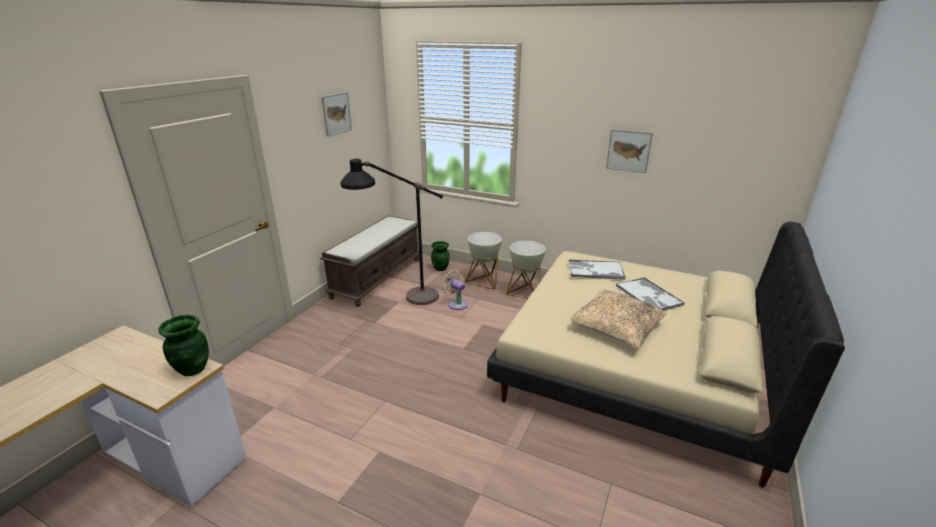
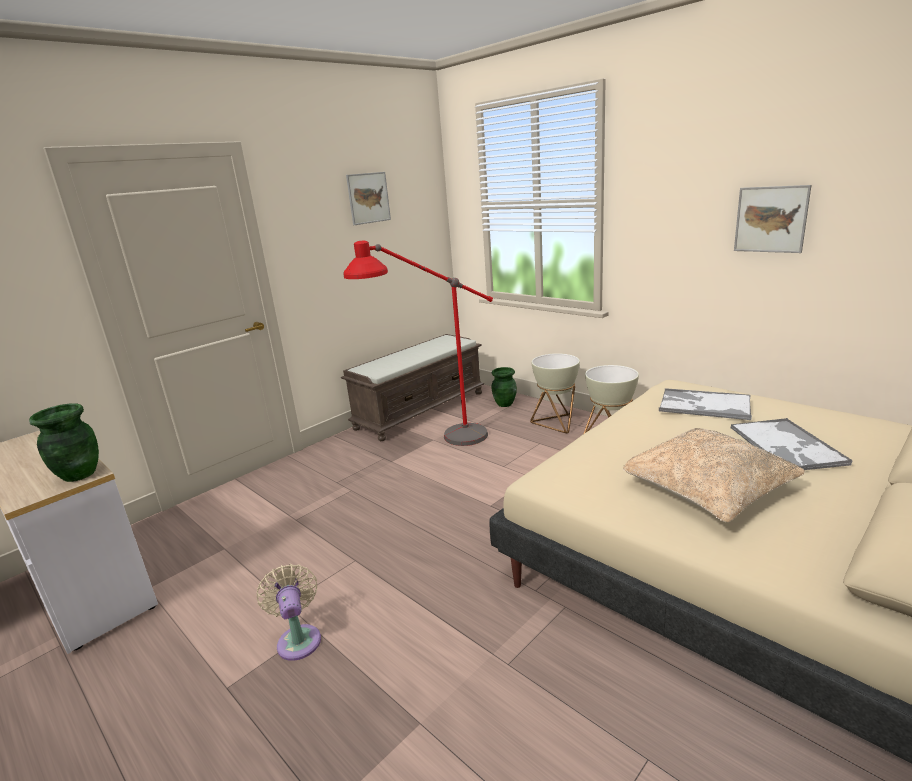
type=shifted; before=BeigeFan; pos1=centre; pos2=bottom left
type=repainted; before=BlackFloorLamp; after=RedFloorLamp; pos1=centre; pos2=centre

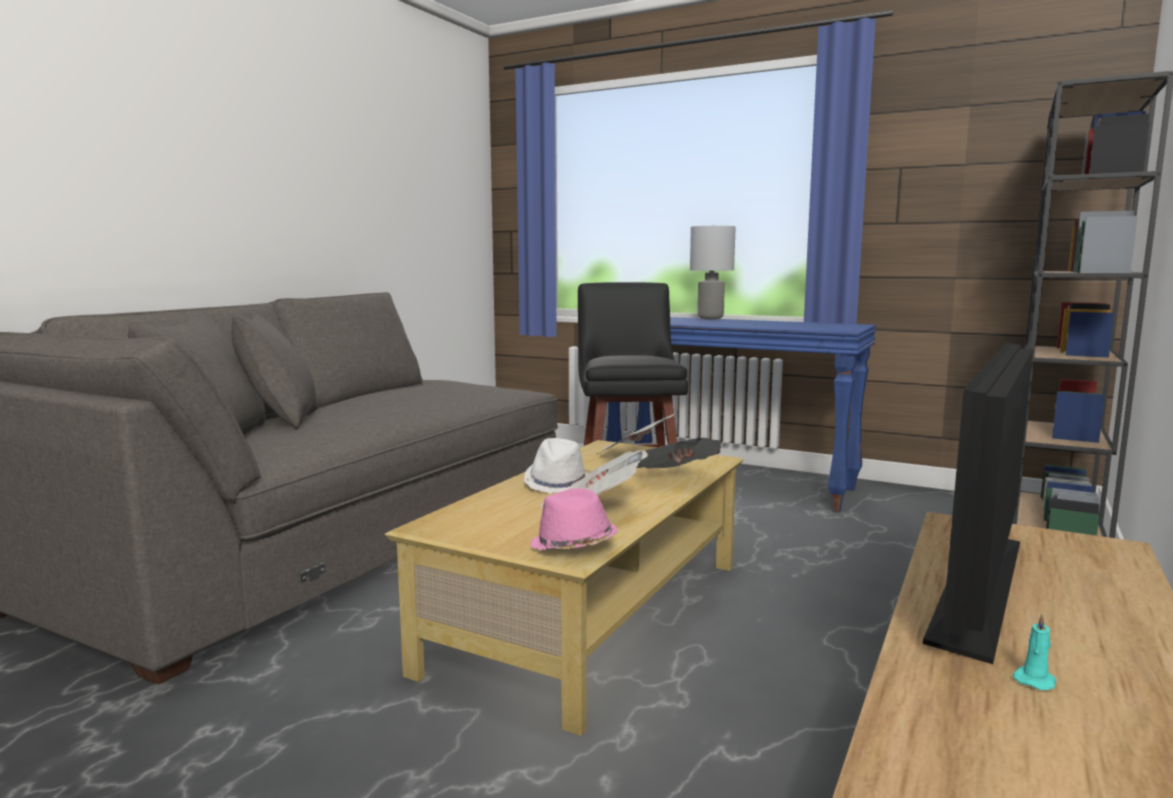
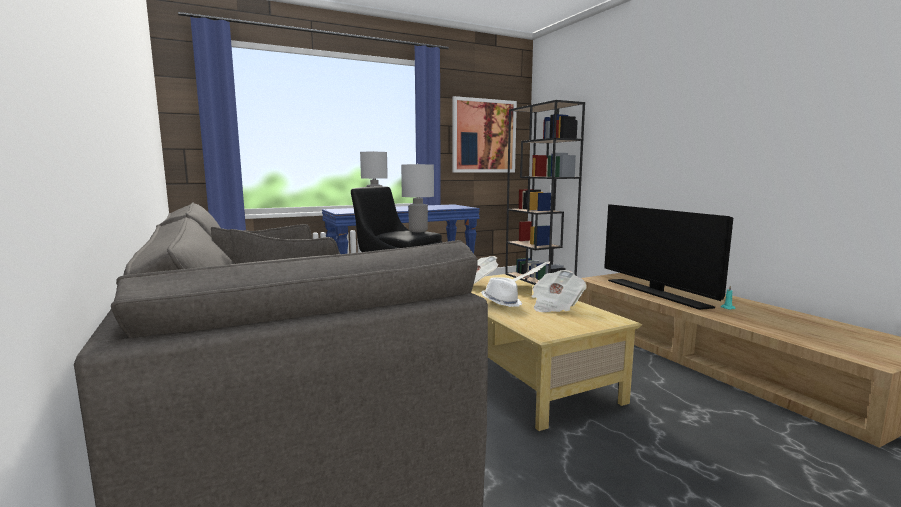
type=new; after=GreyTableLamp (no. 2 from left); pos2=centre
type=new; after=Picture; pos2=top centre
type=gone; before=PinkHat; pos1=centre

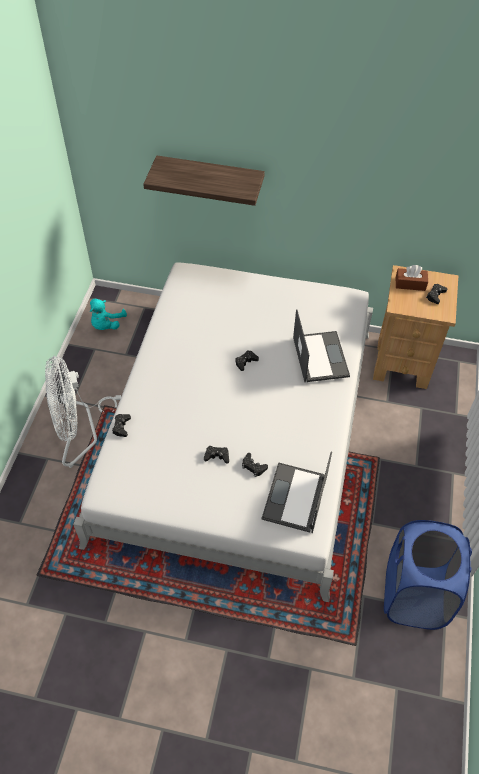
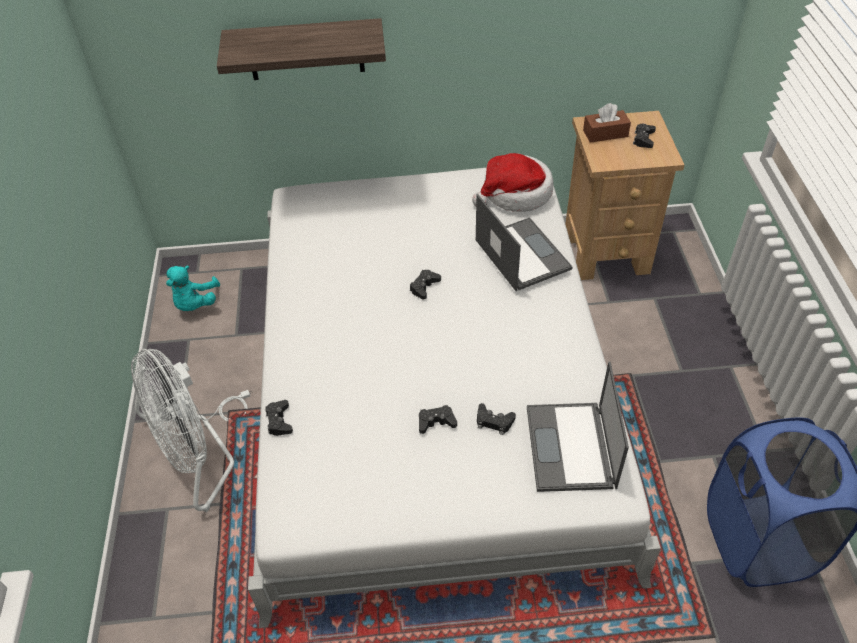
type=new; after=Hat; pos2=top centre

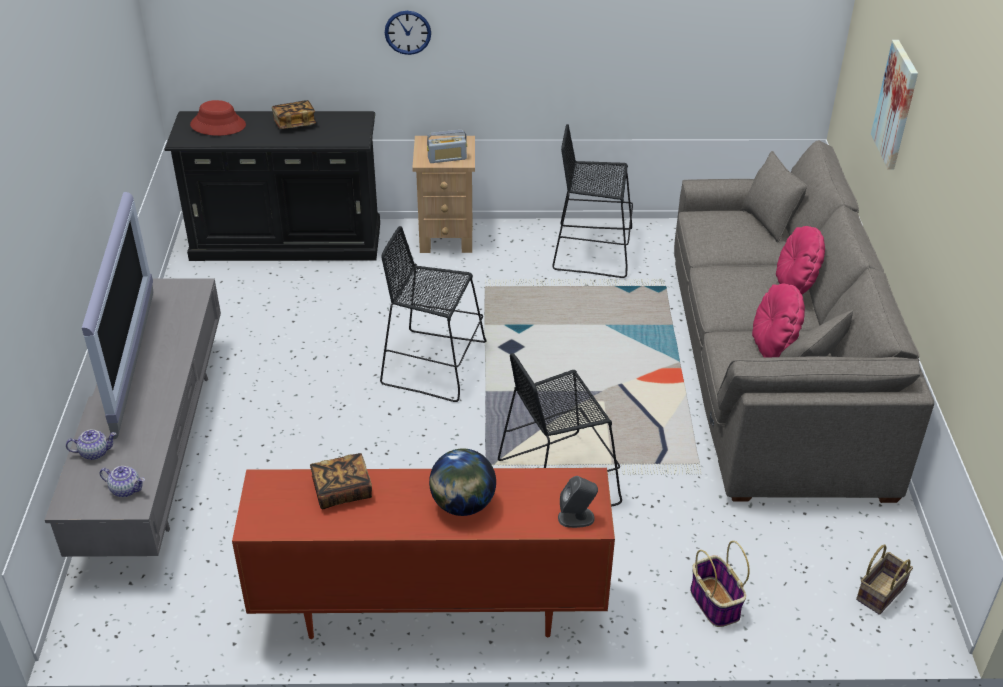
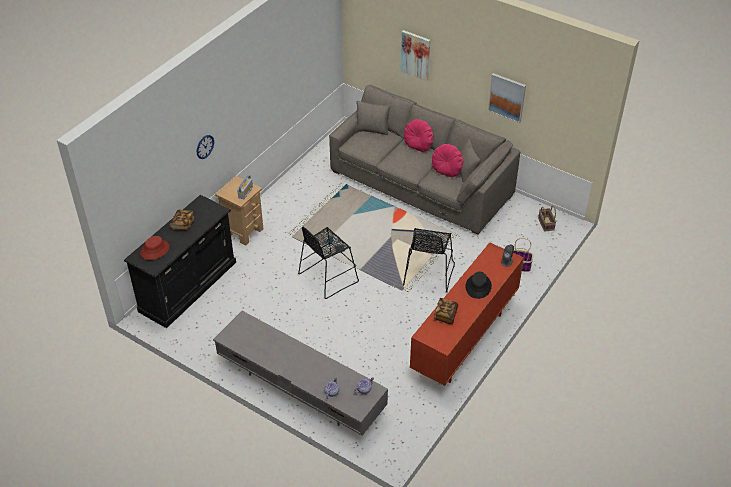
type=swapped; before=Globe; after=BlackHat; pos1=bottom centre; pos2=centre
type=new; after=Picture (no. 2 from left); pos2=top right
type=gone; before=Television; pos1=middle left
type=gone; before=BlackStool (no. 3 from left); pos1=top centre

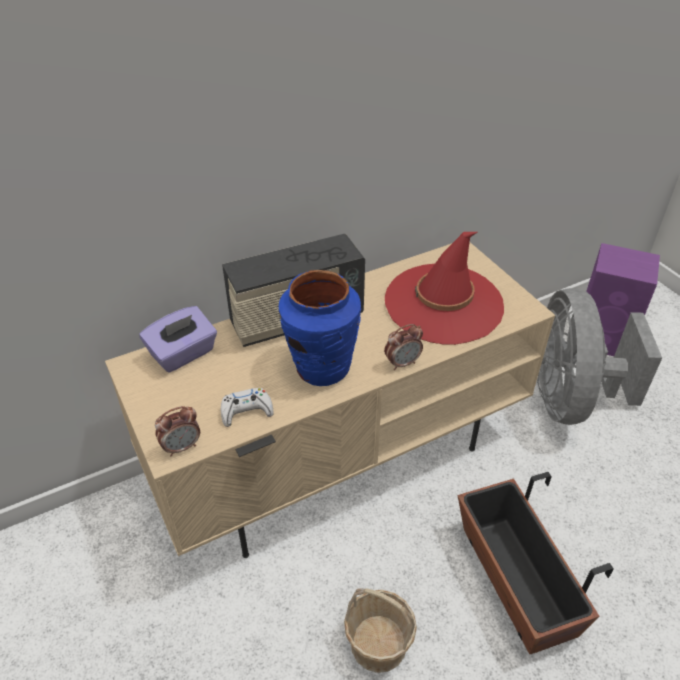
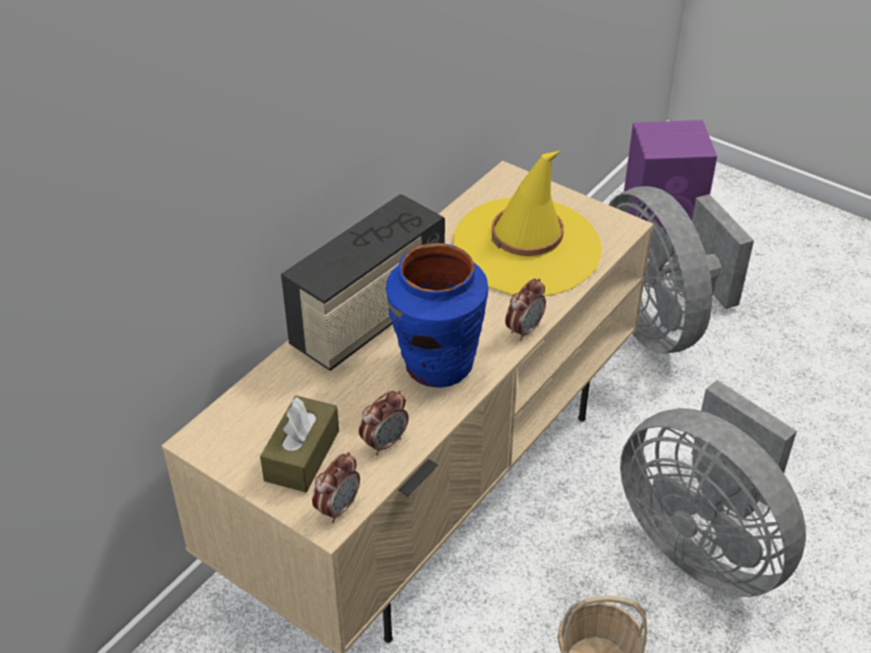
type=new; after=BrownTissueBox; pos2=bottom centre
type=swapped; before=WhiteGameController; after=AlarmClock (no. 2 from left); pos1=centre; pos2=centre
type=repainted; before=RedHat; after=YellowHat; pos1=centre; pos2=centre
type=swapped; before=Planter; after=GreyFan (no. 2 from left); pos1=bottom right; pos2=bottom right
type=gone; before=PurpleTissueBox; pos1=middle left

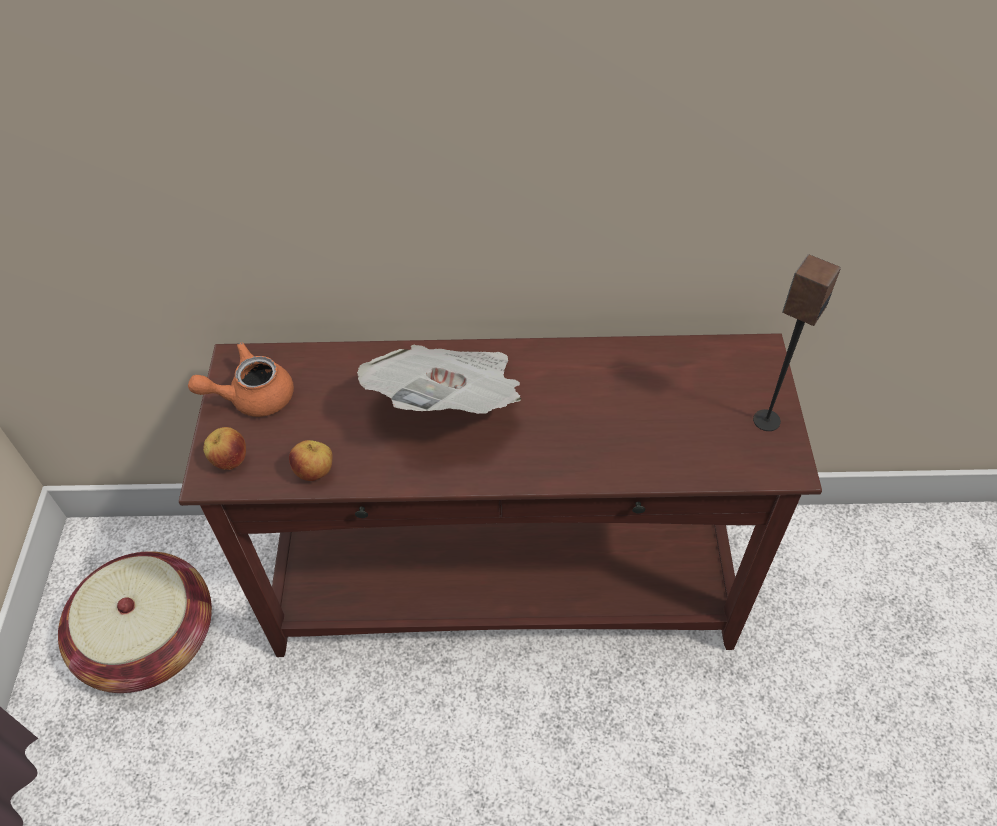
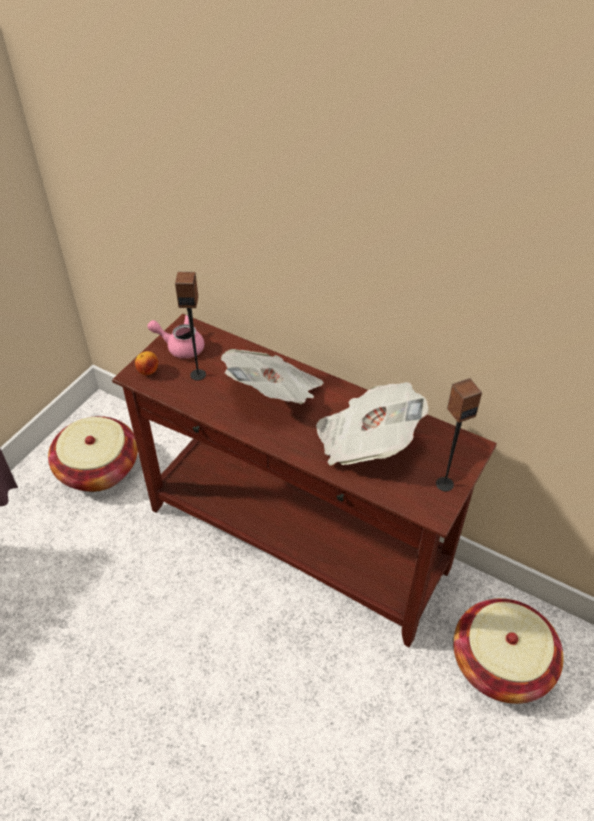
type=repainted; before=OrangeTeapot; after=PinkTeapot; pos1=middle left; pos2=middle left
type=new; after=Speaker (no. 1 from left); pos2=middle left
type=new; after=Newspaper (no. 2 from left); pos2=centre
type=new; after=Basket (no. 2 from left); pos2=bottom right
type=gone; before=Apple (no. 2 from left); pos1=middle left

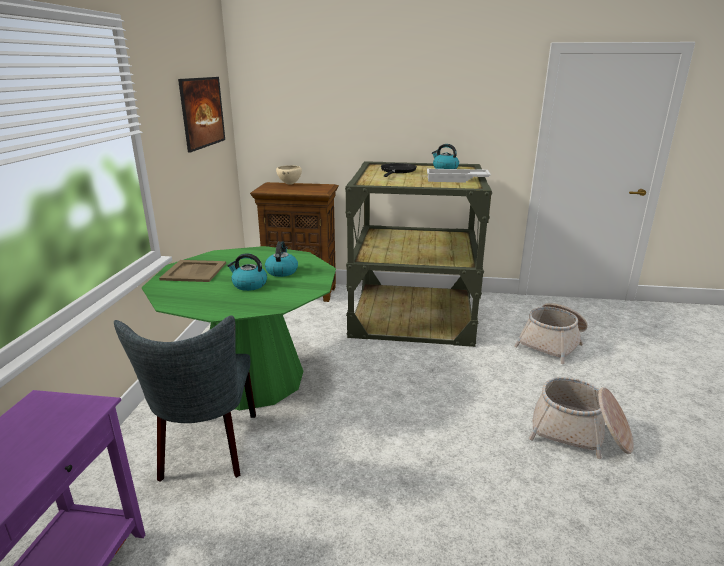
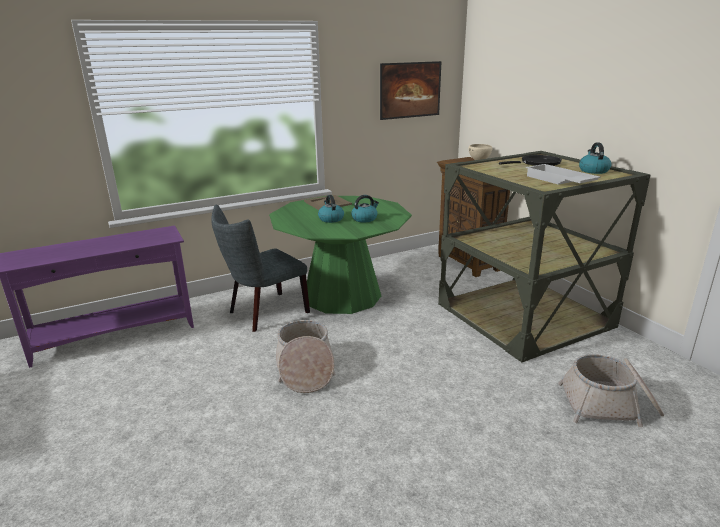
type=shifted; before=Basket (no. 2 from left in the first image); after=Basket (no. 1 from left); pos1=bottom right; pos2=bottom centre

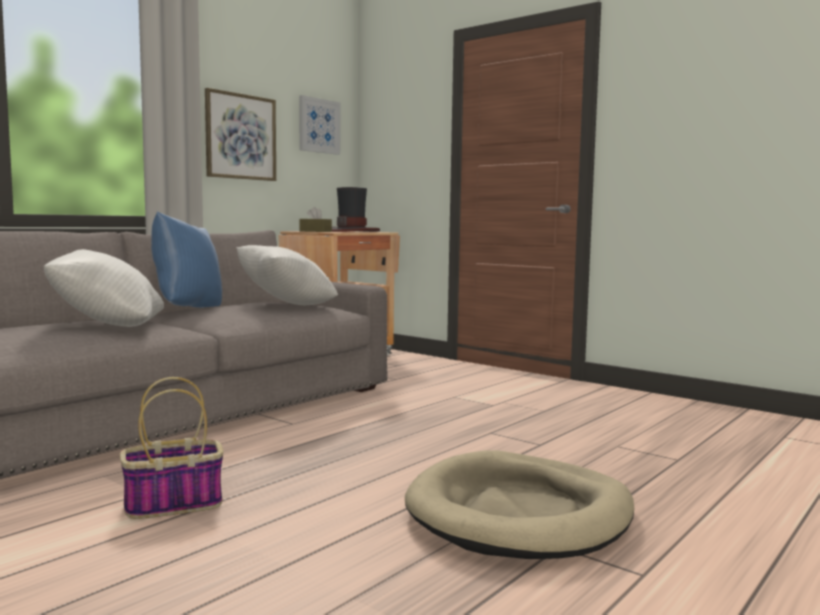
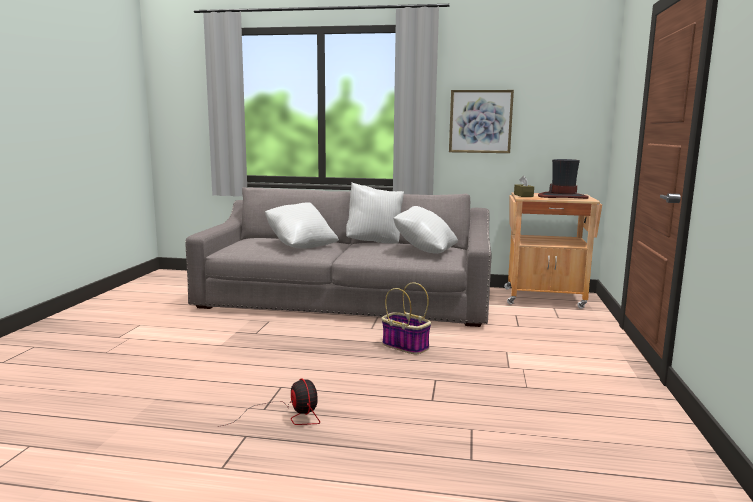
type=swapped; before=BeigeDogBed; after=Fan; pos1=bottom centre; pos2=bottom centre
type=repainted; before=BluePillow; after=WhitePillow (no. 2 from left); pos1=middle left; pos2=centre
type=shifted; before=Basket; pos1=bottom left; pos2=centre
type=gone; before=Picture (no. 2 from left); pos1=top centre

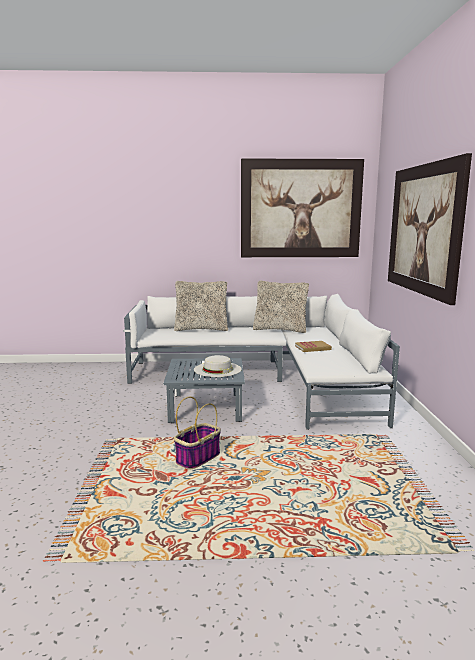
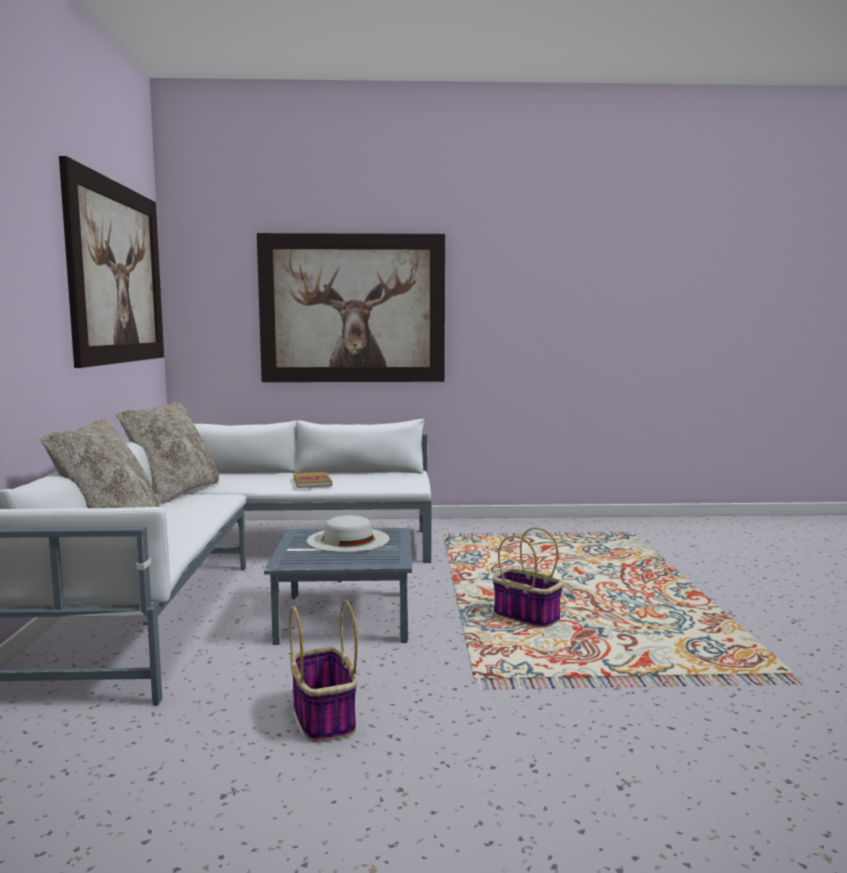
type=new; after=Basket (no. 1 from left); pos2=bottom centre

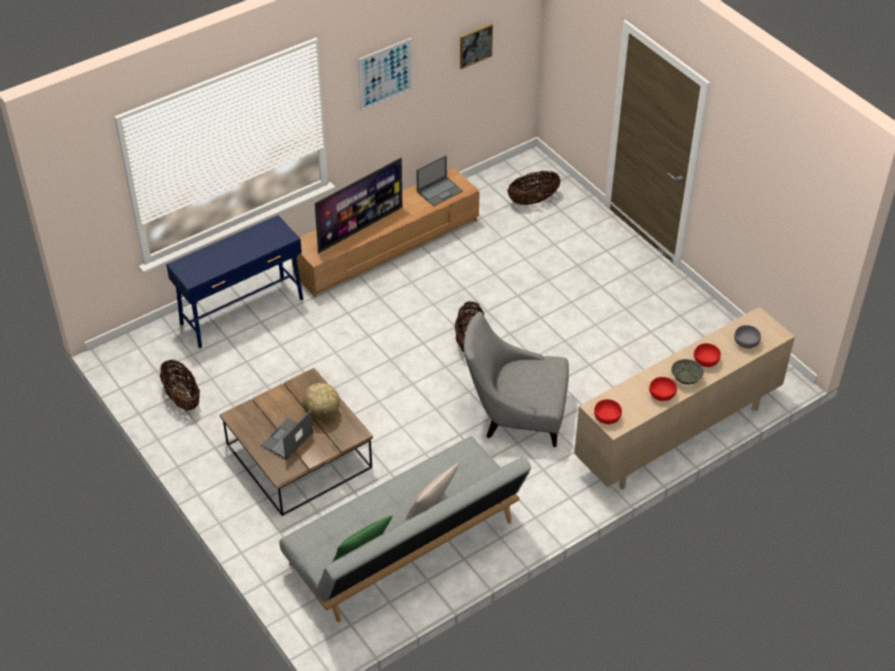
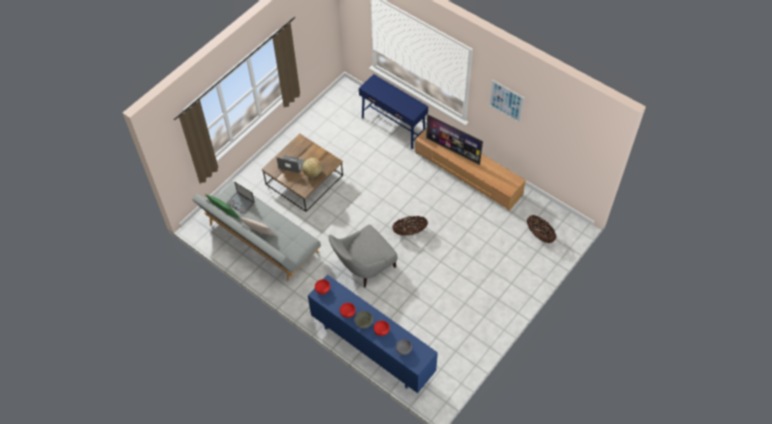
type=shifted; before=Laptop (no. 2 from left in the first image); after=Laptop (no. 1 from left); pos1=top centre; pos2=middle left
type=repainted; before=BeigeCabinet; after=BlueCabinet; pos1=middle right; pos2=bottom centre
type=rotated; before=GreyArmchair; pos1=centre; pos2=centre; turn=-120
type=gone; before=Basket (no. 1 from left); pos1=middle left
type=gone; before=Picture (no. 2 from left); pos1=top centre

